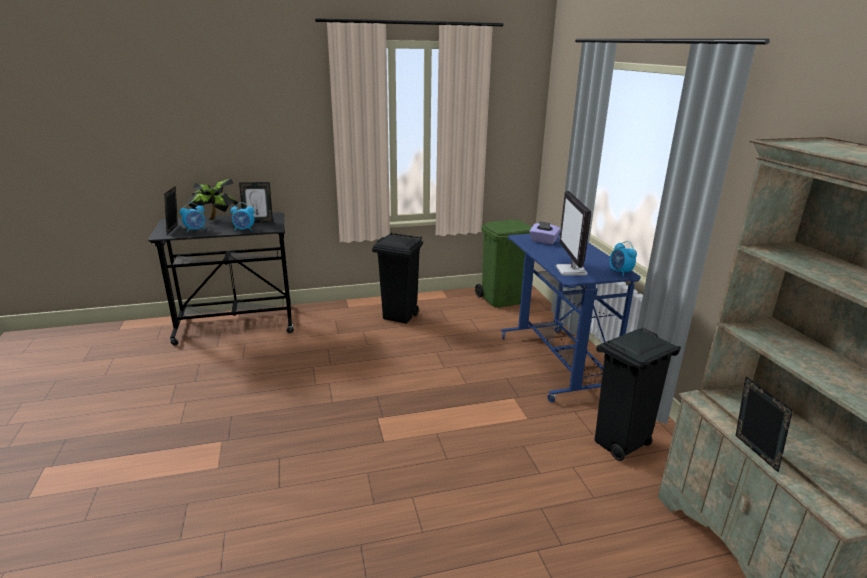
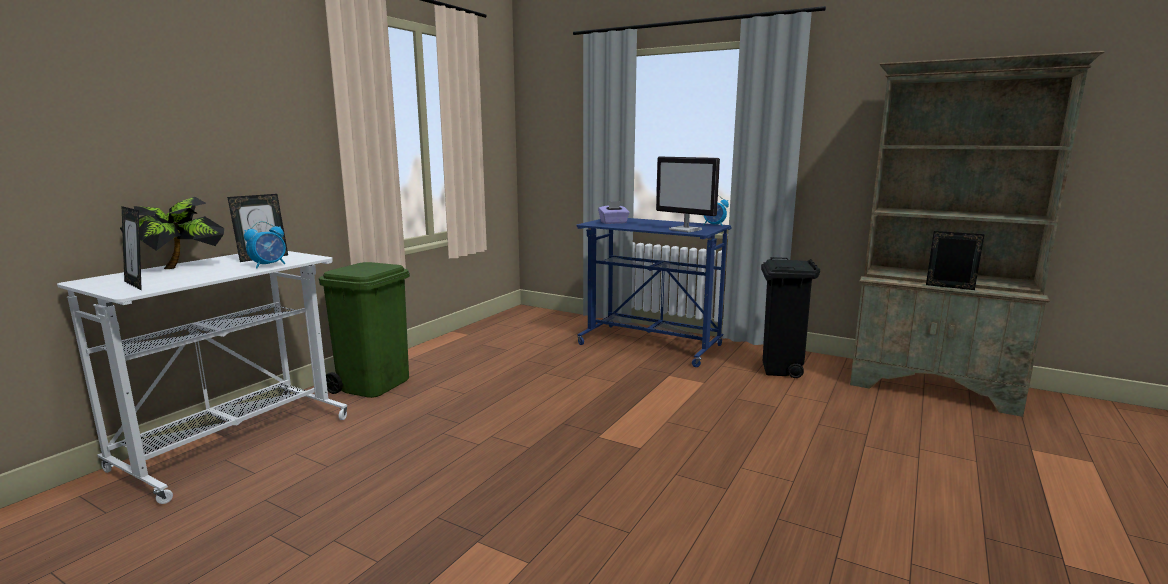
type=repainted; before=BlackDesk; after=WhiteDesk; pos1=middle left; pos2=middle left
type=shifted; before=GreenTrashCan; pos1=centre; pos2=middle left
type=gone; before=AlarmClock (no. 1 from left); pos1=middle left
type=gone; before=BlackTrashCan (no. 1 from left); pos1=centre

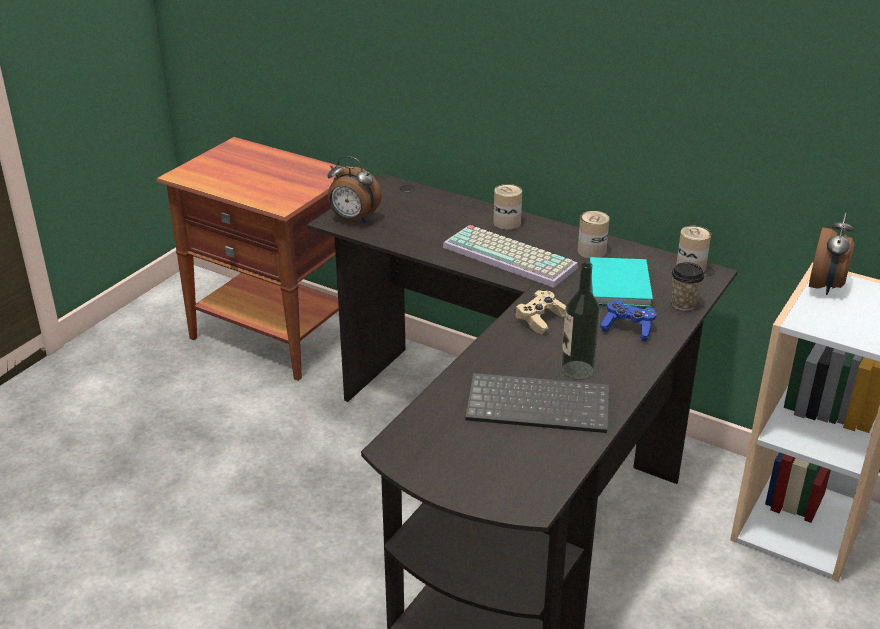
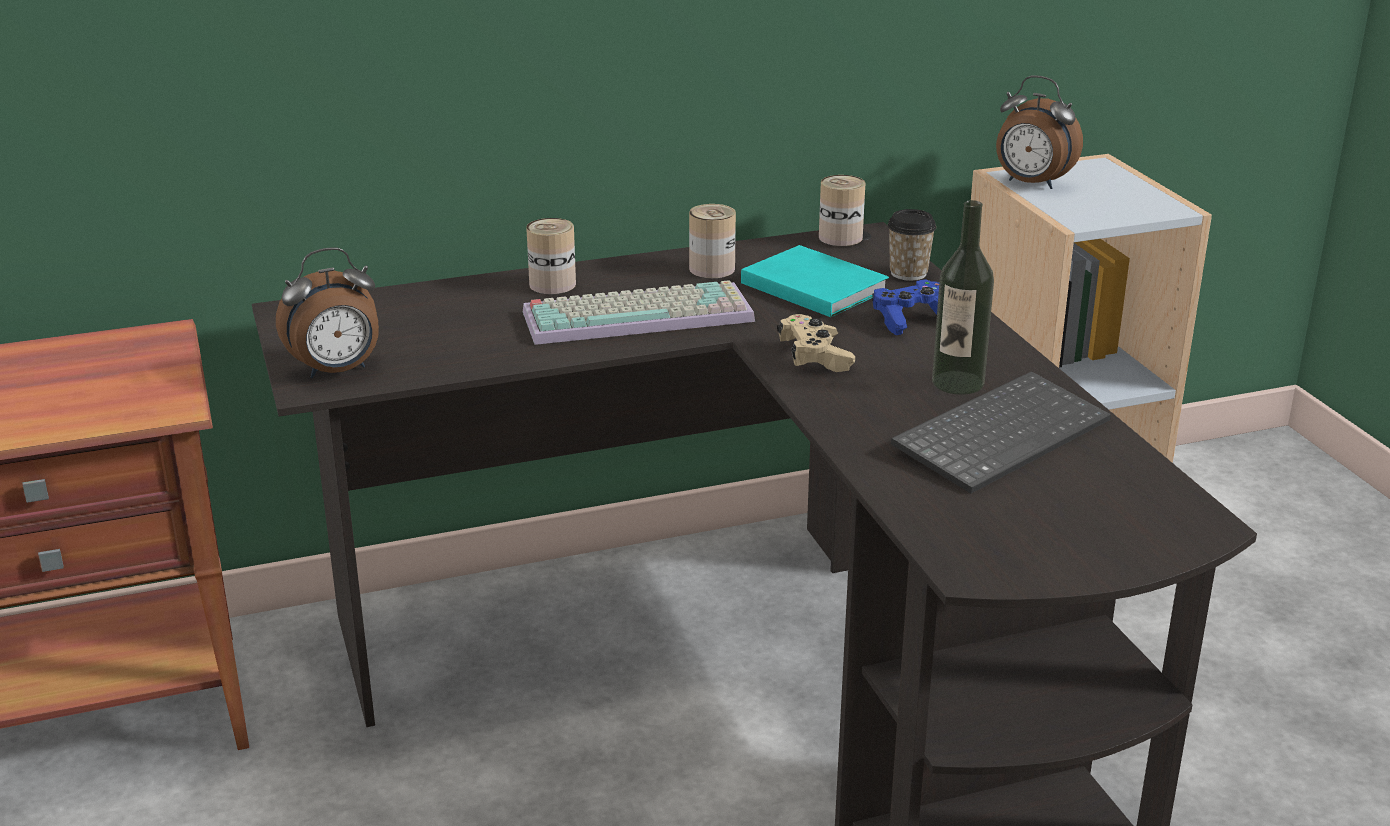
type=rotated; before=AlarmClock (no. 2 from left); pos1=middle right; pos2=top right; turn=150

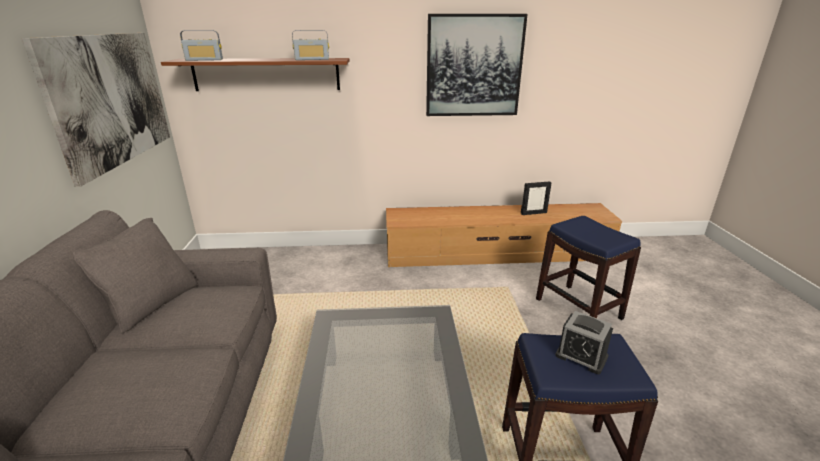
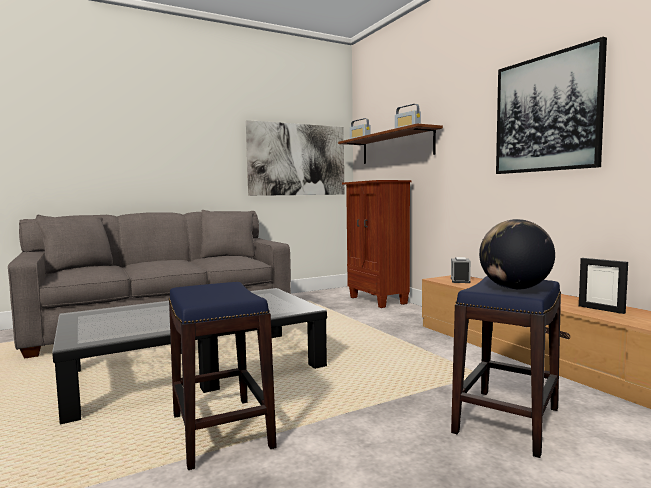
type=new; after=BrownCabinet; pos2=centre
type=shifted; before=AlarmClock; pos1=bottom right; pos2=middle right
type=new; after=Globe; pos2=middle right

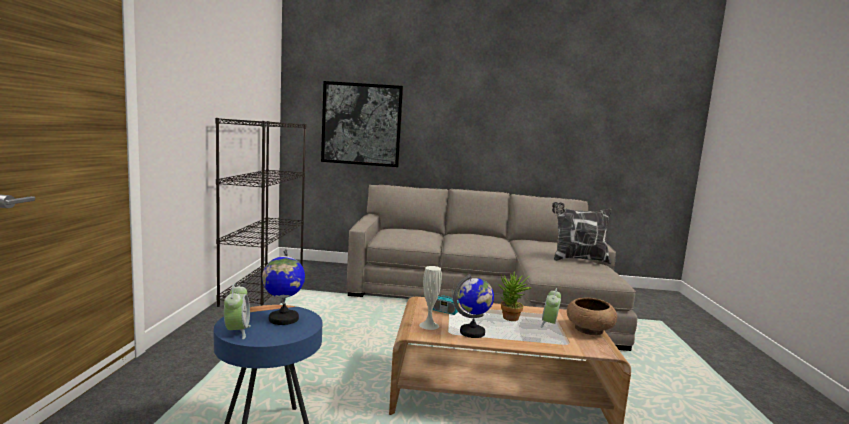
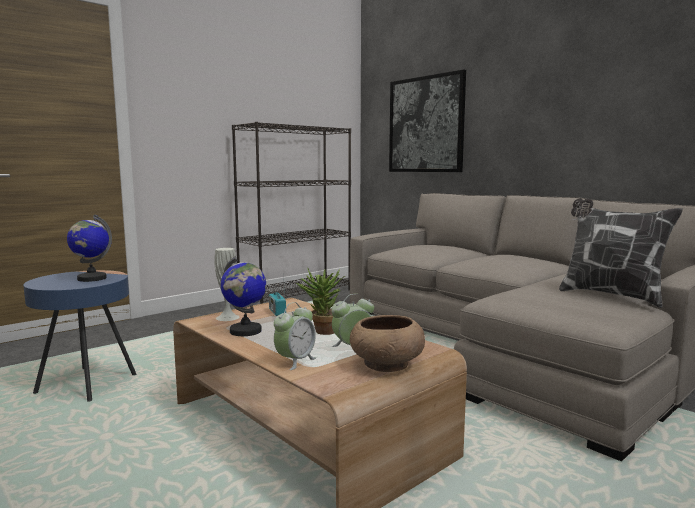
type=shifted; before=AlarmClock (no. 1 from left); pos1=bottom left; pos2=centre

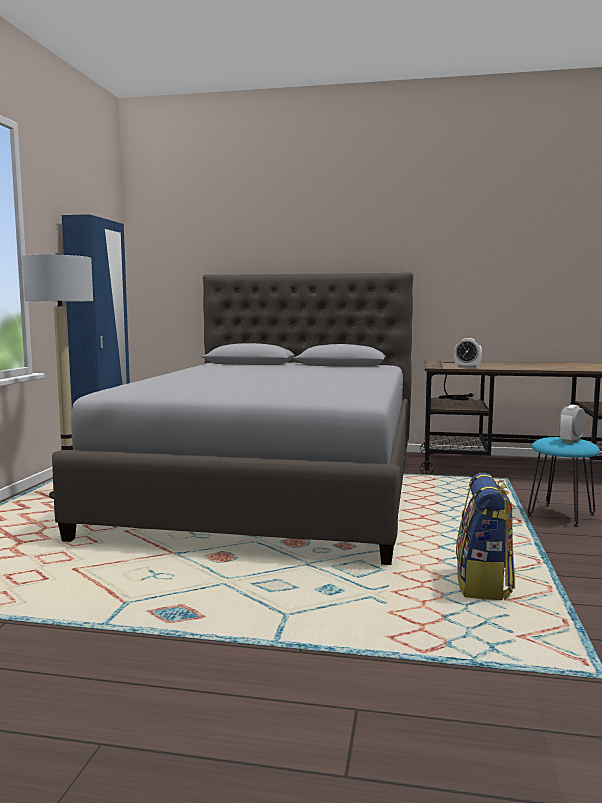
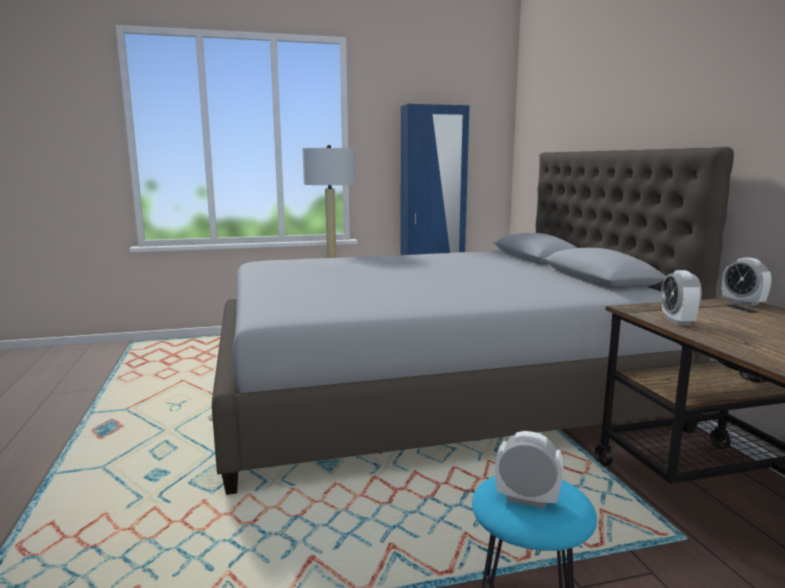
type=new; after=AlarmClock (no. 3 from left); pos2=middle right
type=gone; before=Backpack; pos1=bottom right

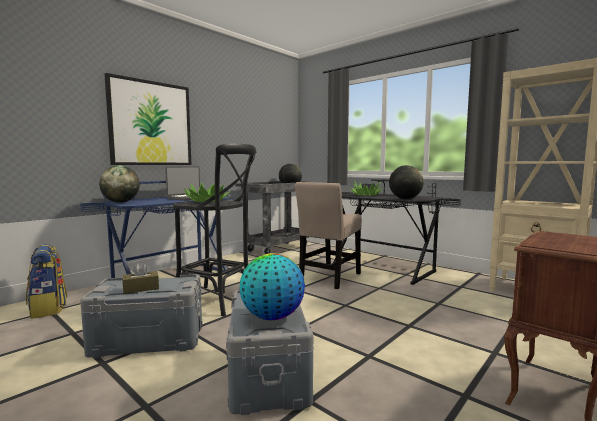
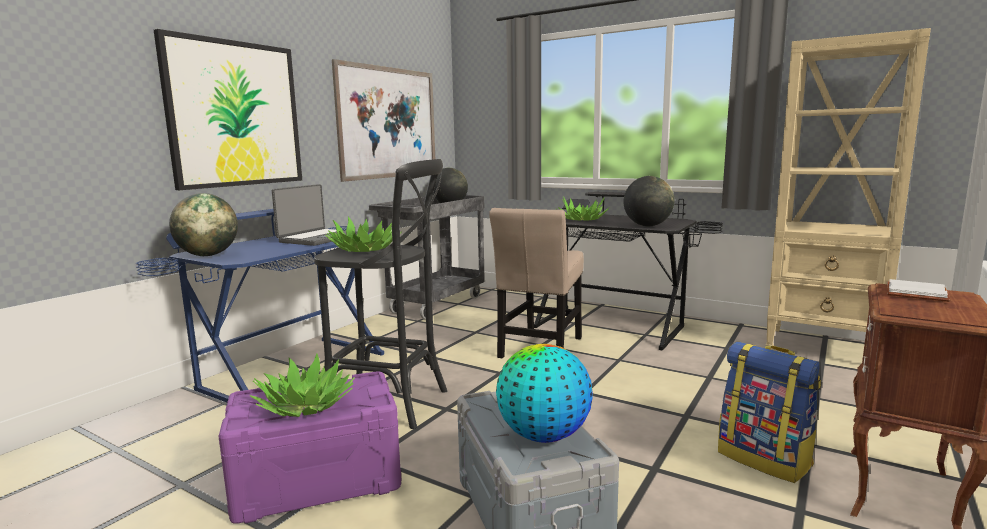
type=repainted; before=GreyStorageBox (no. 1 from left); after=PurpleStorageBox; pos1=bottom left; pos2=bottom left
type=swapped; before=BrownTissueBox; after=PottedPlant (no. 1 from left); pos1=middle left; pos2=bottom left
type=new; after=Picture (no. 2 from left); pos2=top centre
type=shifted; before=Backpack; pos1=bottom left; pos2=bottom right
type=new; after=WhiteBook; pos2=middle right

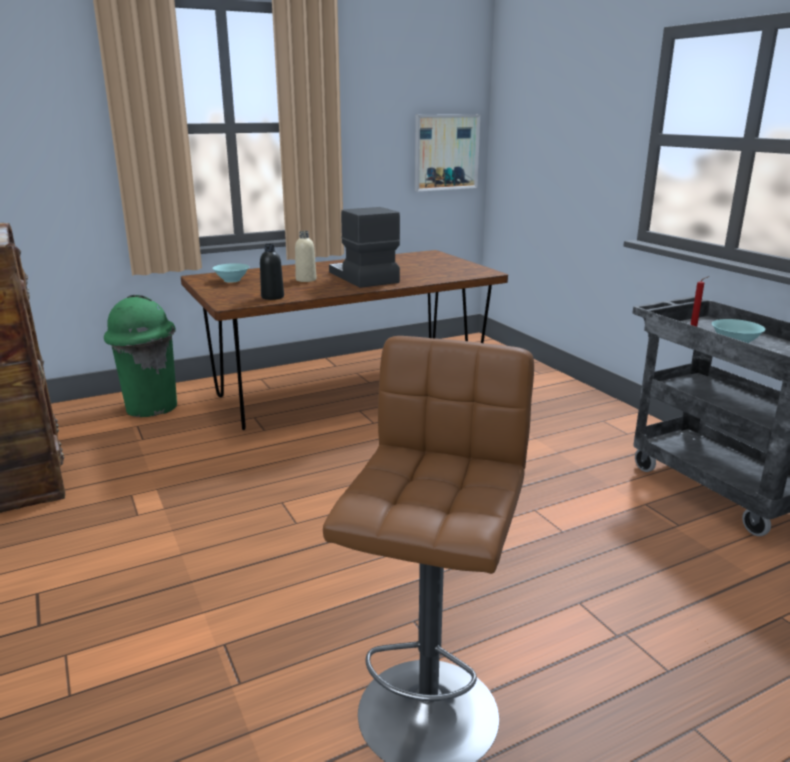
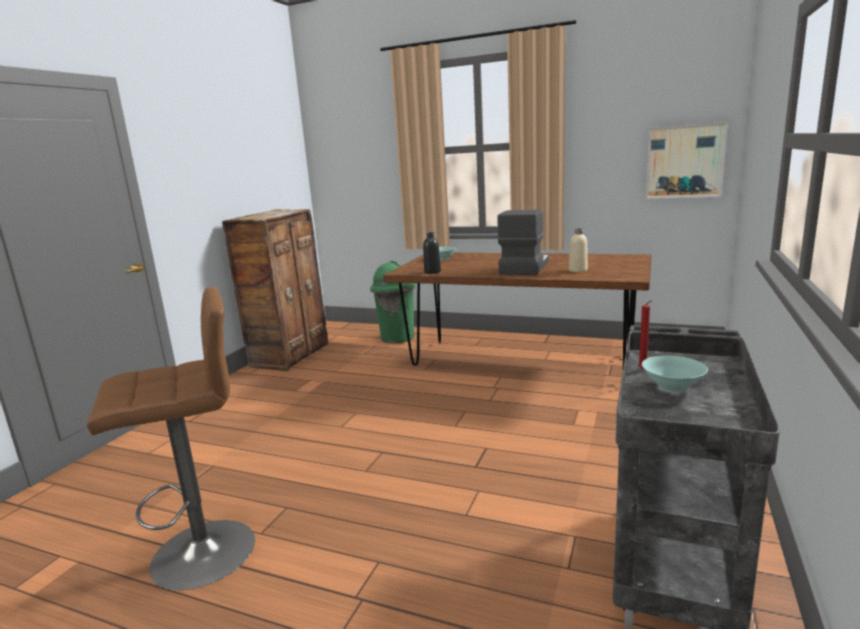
type=shifted; before=BeigeBottle; pos1=centre; pos2=middle right

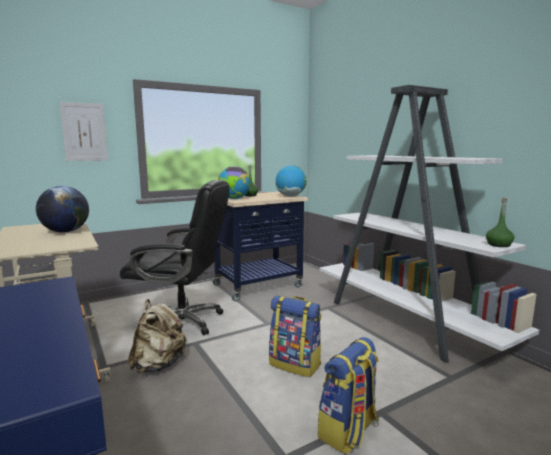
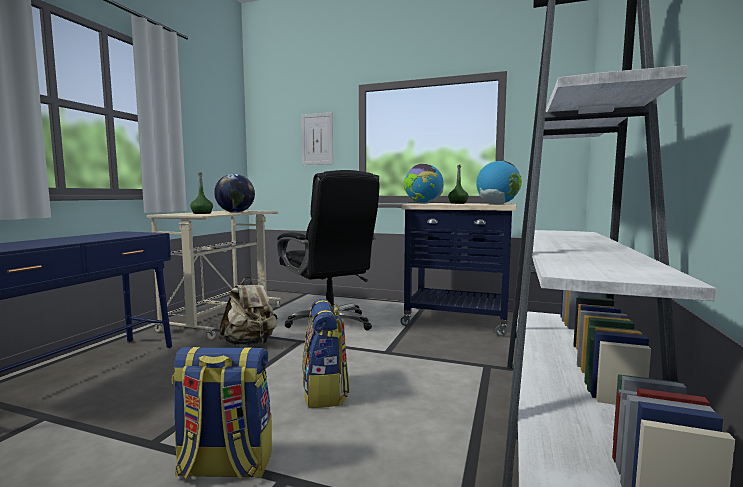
type=shifted; before=GreenBottle (no. 2 from left in the first image); after=GreenBottle (no. 1 from left); pos1=middle right; pos2=middle left

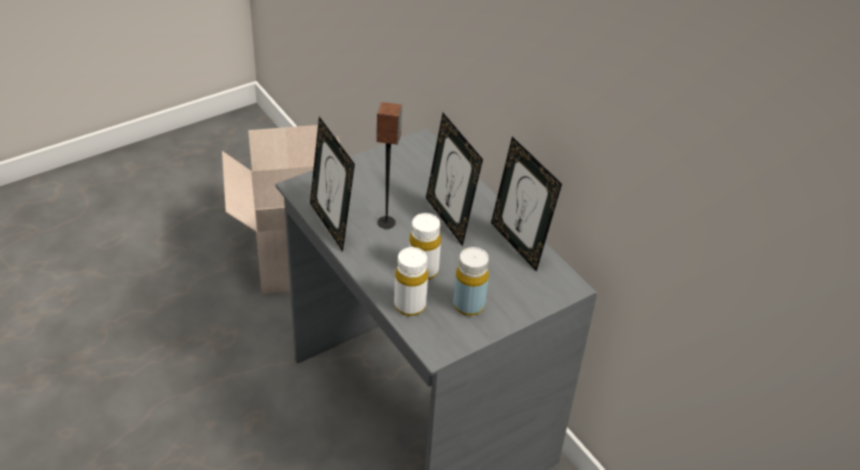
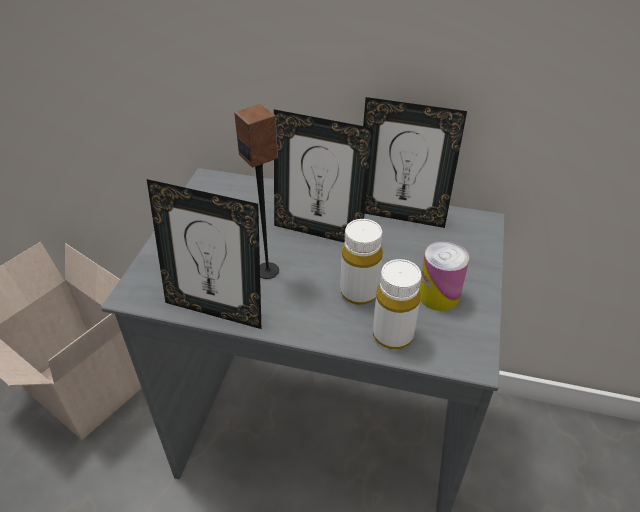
type=swapped; before=YellowBottle; after=Can; pos1=centre; pos2=middle right

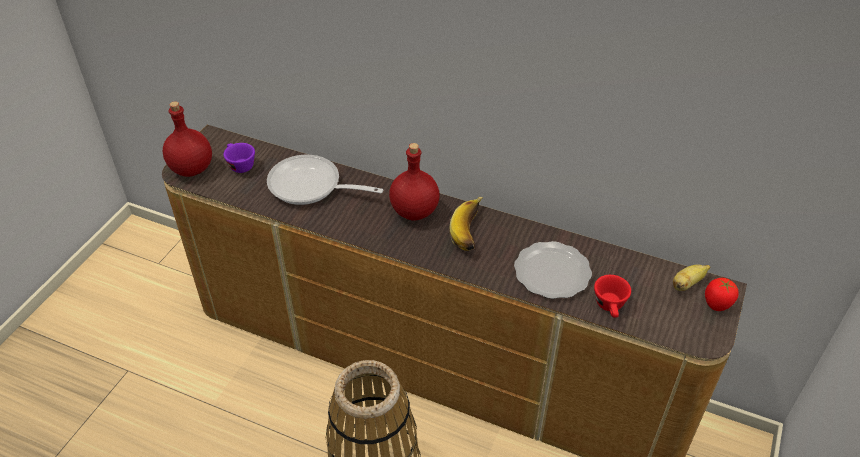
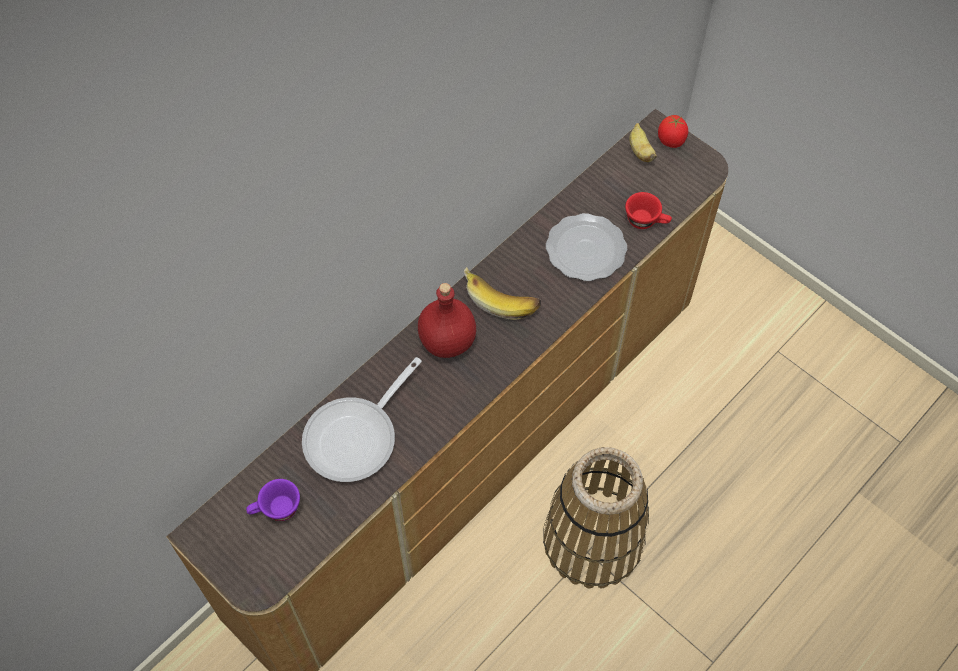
type=gone; before=RedBottle (no. 1 from left); pos1=top left

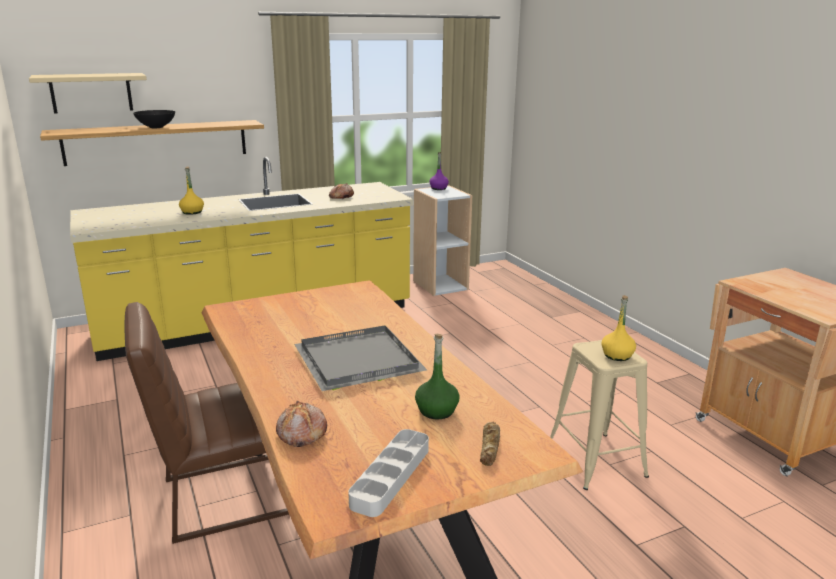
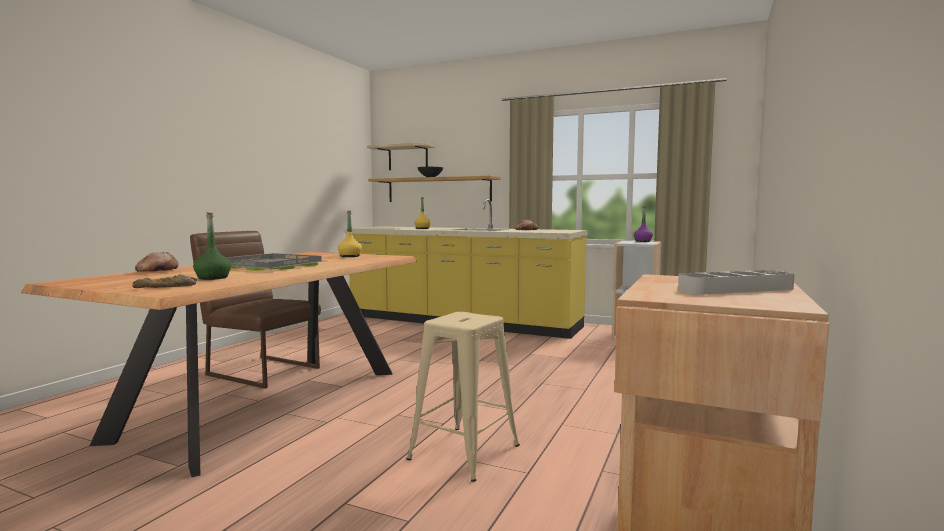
type=shifted; before=YellowBottle (no. 2 from left in the first image); after=YellowBottle (no. 1 from left); pos1=middle right; pos2=centre
type=shifted; before=GreyTray (no. 2 from left); pos1=bottom centre; pos2=middle right

